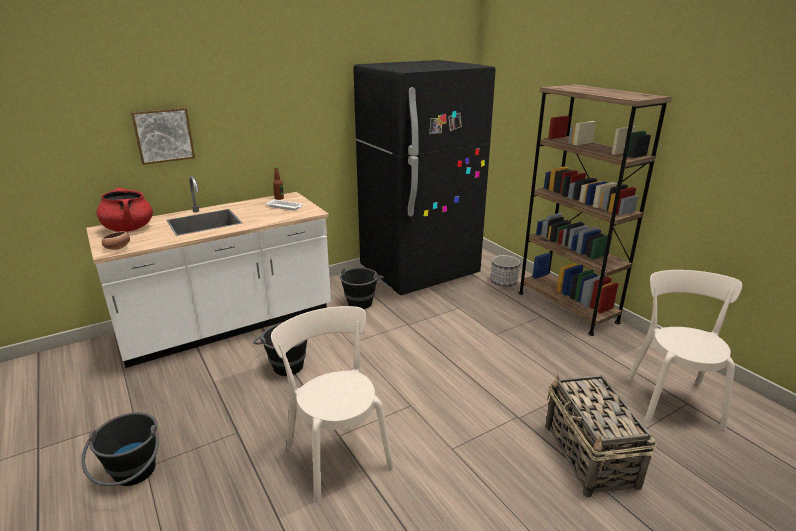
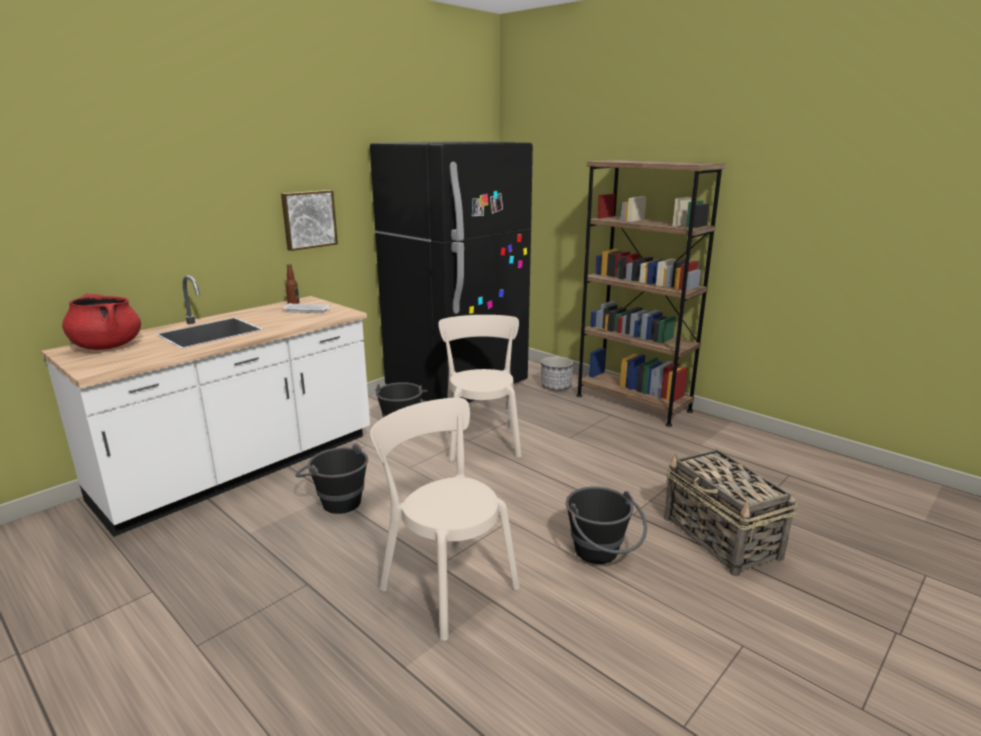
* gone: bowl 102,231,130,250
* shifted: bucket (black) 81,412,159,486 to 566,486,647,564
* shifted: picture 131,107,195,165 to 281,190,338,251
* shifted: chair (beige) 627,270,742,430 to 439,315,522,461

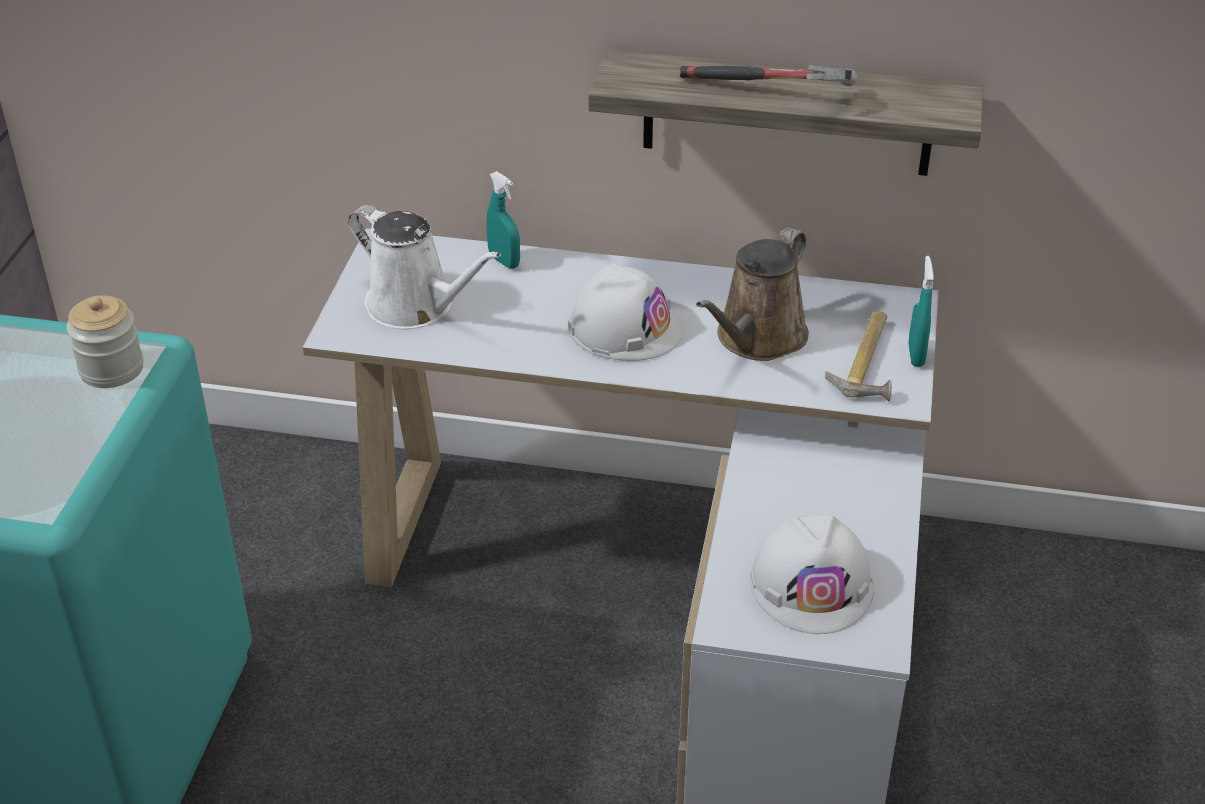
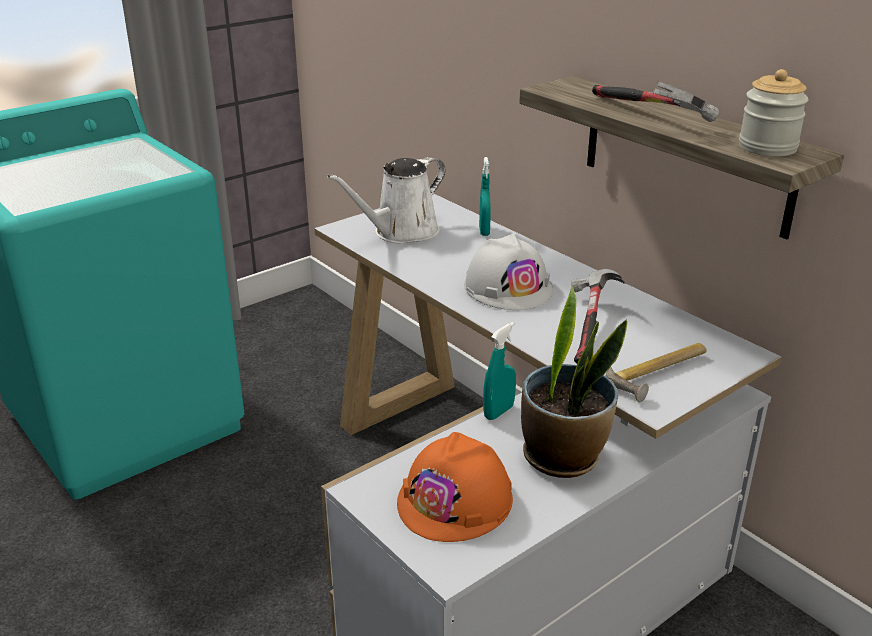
* new: potted plant 521,286,627,478
* shifted: jar 66,295,144,388 to 739,69,809,157
* shifted: spray bottle (turquoise) 908,256,934,367 to 483,322,516,420
* swapped: watering can (brown) 696,227,809,361 to hammer 571,269,625,364
* repainted: hard hat (white) 750,514,874,634 to hard hat (orange) 397,432,513,542
* rotated: watering can (white) 348,205,501,329 = 327,157,445,244 60 degrees clockwise

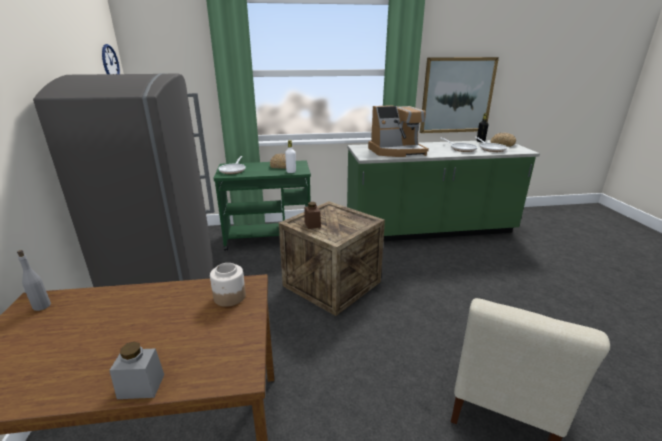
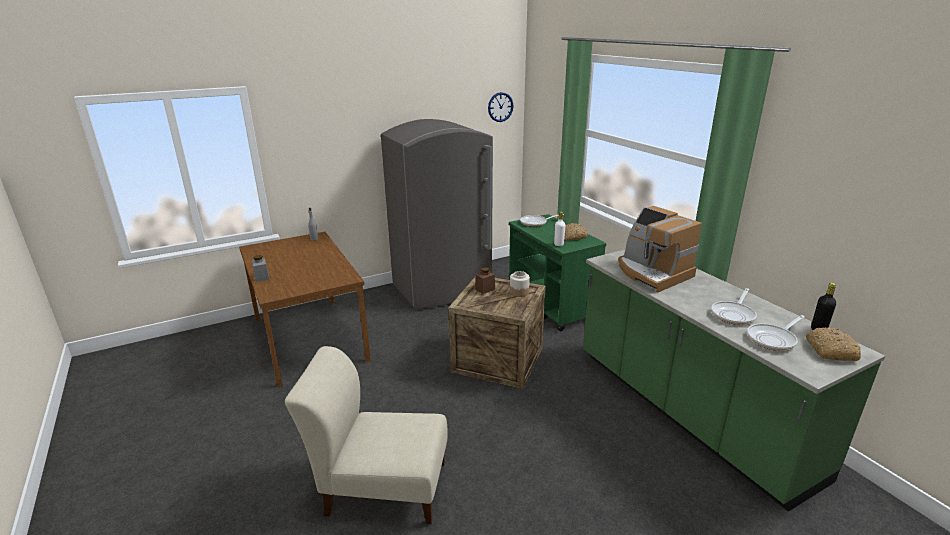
* gone: picture 420,57,499,133
* shifted: jar 210,263,246,307 to 510,271,530,297

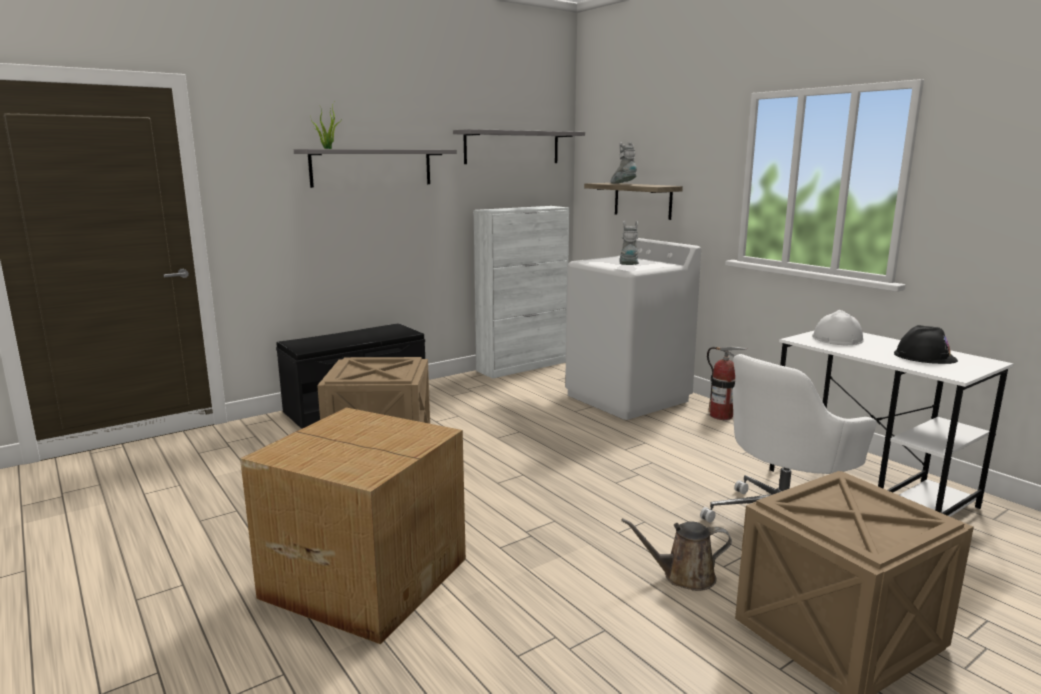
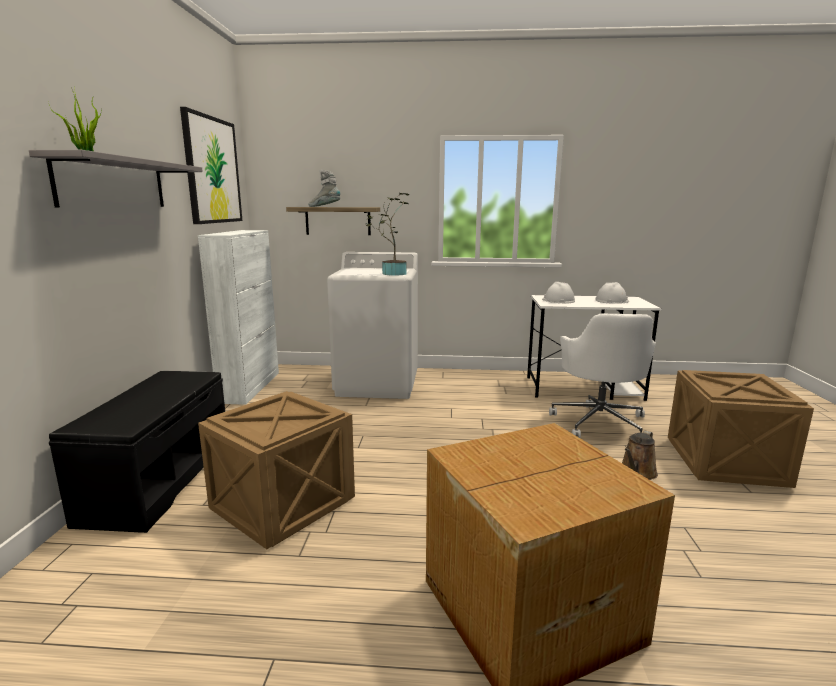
* gone: fire extinguisher 707,347,748,420
* swapped: shelf (grey) 453,129,585,164 to picture 180,107,242,224
* swapped: boot (grey) 619,221,639,265 to potted plant 366,193,409,276
* repainted: hard hat (black) 894,325,958,364 to hard hat (white) 595,282,629,304

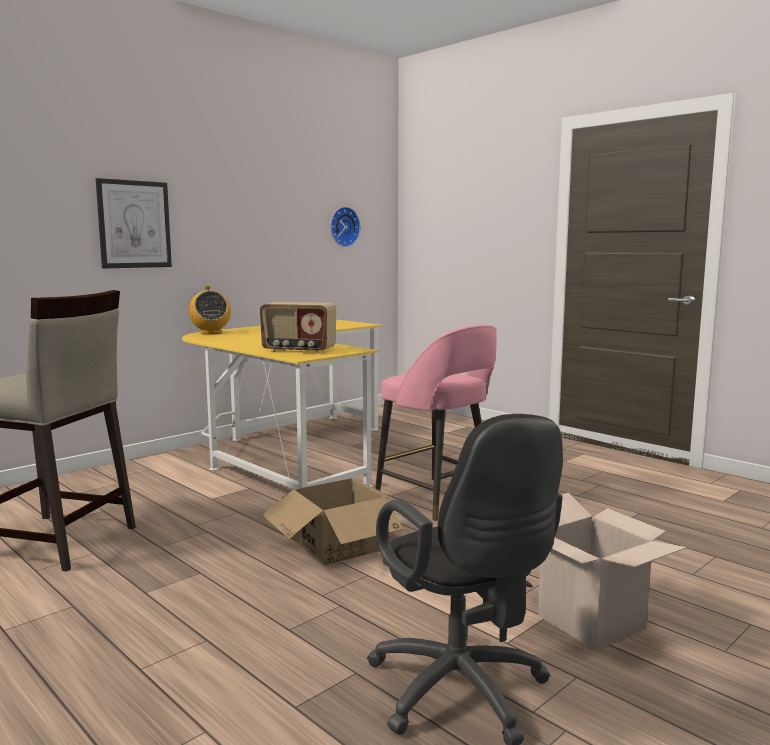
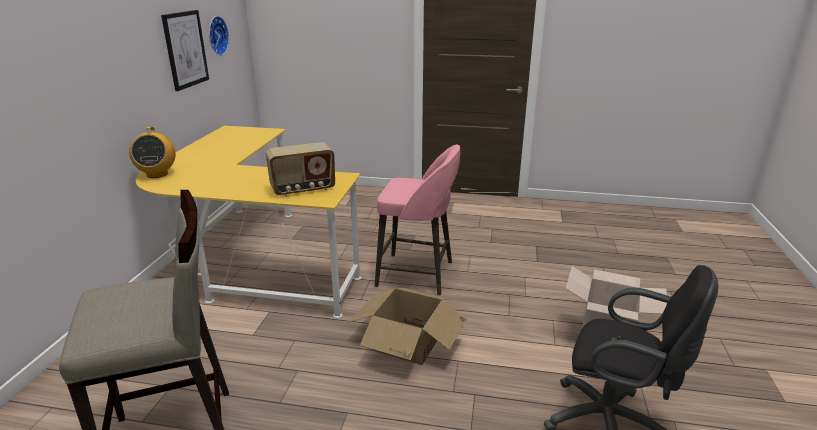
* shifted: picture 96,178,172,269 to 161,10,209,91
* rotated: radio 189,285,231,334 = 129,127,176,178 45 degrees clockwise

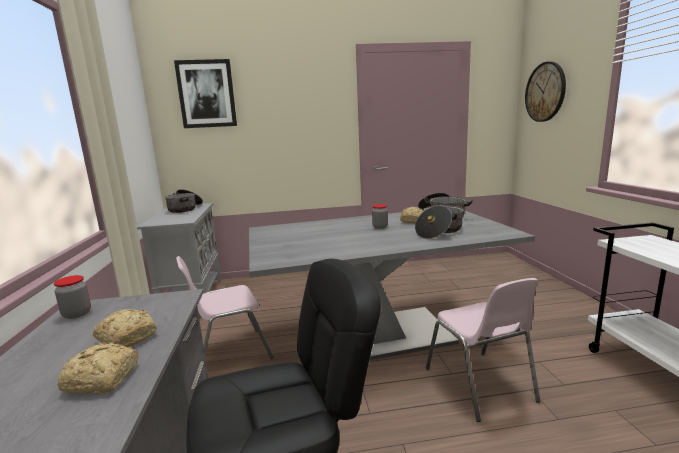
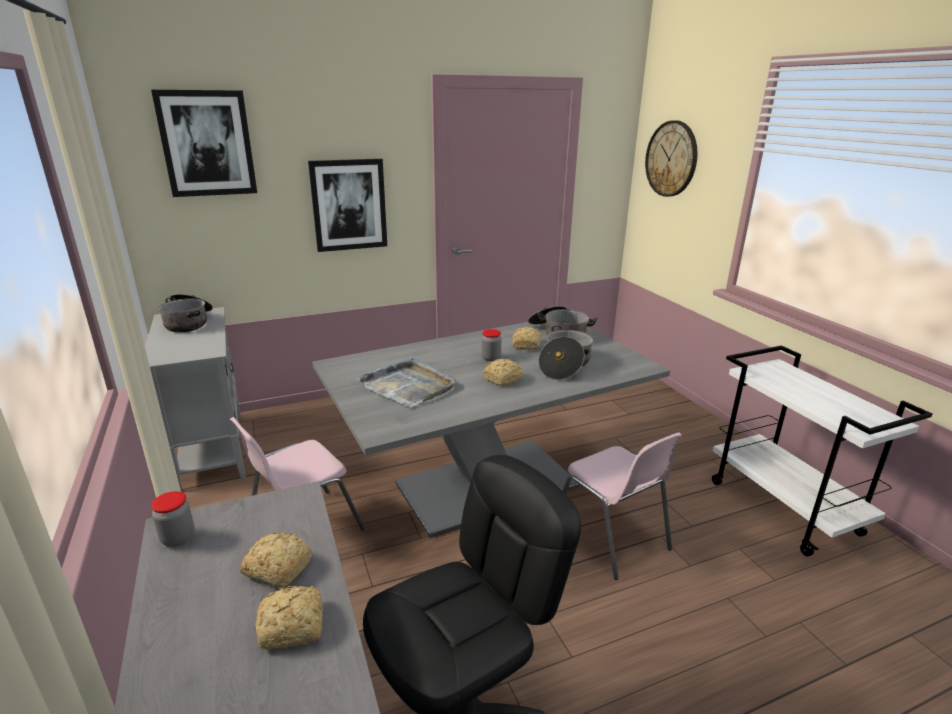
* new: picture 308,159,387,252
* new: tray (grey) 356,358,457,407
* new: bread 483,358,524,386

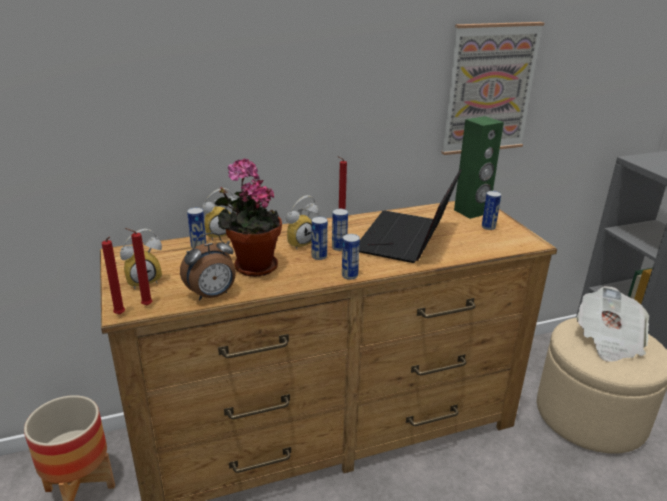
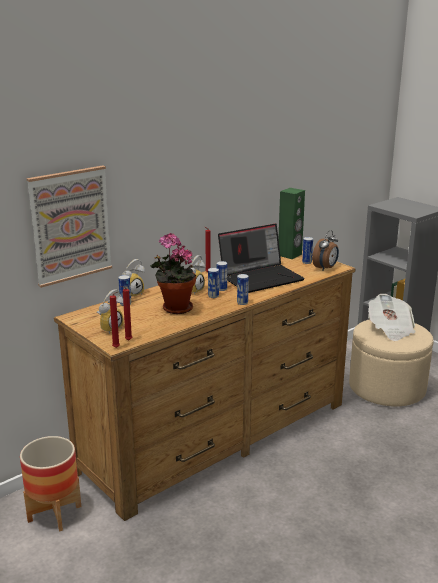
* shifted: alarm clock 180,232,236,301 to 312,230,339,271
* shifted: picture 441,22,544,155 to 26,166,112,288
* rotated: laptop 359,169,462,263 = 218,224,305,293 120 degrees counterclockwise

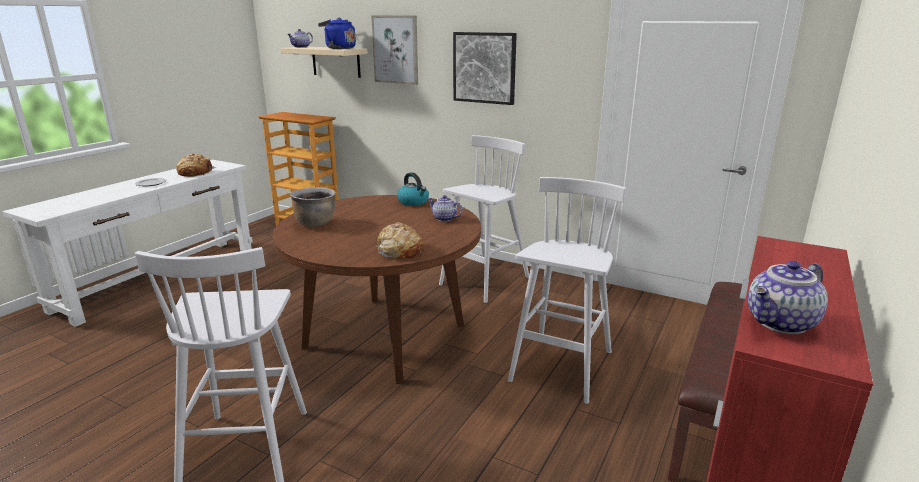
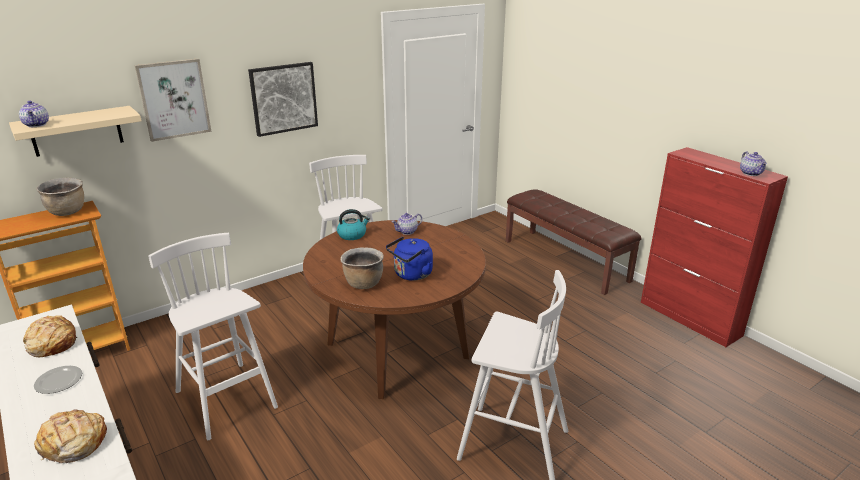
* new: cooking pot (brown) 36,178,84,216
* shifted: kettle (blue) 318,18,356,49 to 386,237,433,281
* shifted: bread 376,222,423,259 to 34,409,107,463
* shifted: stool (white) 508,177,627,404 to 148,233,278,440

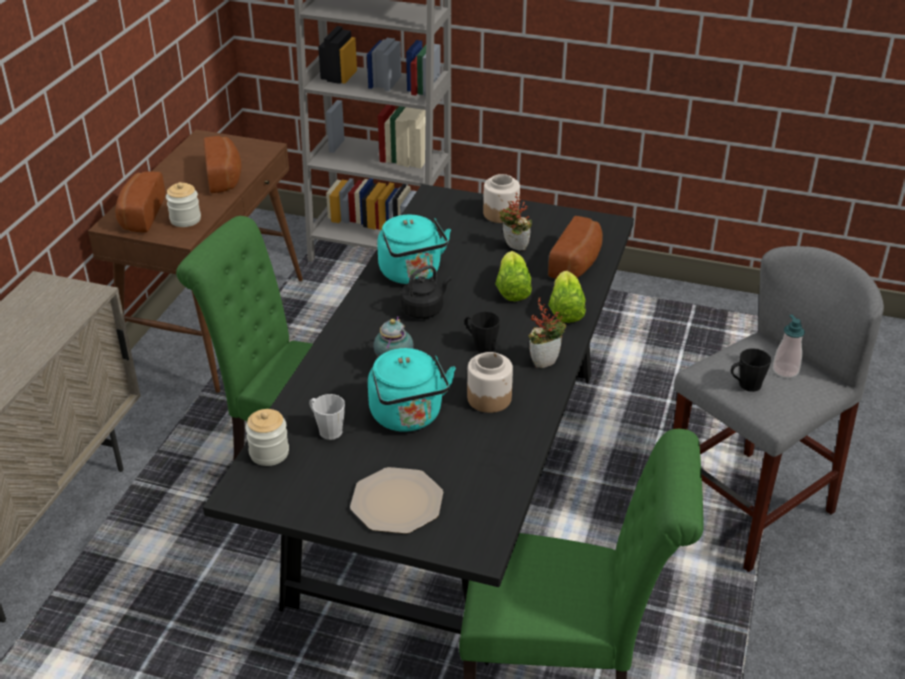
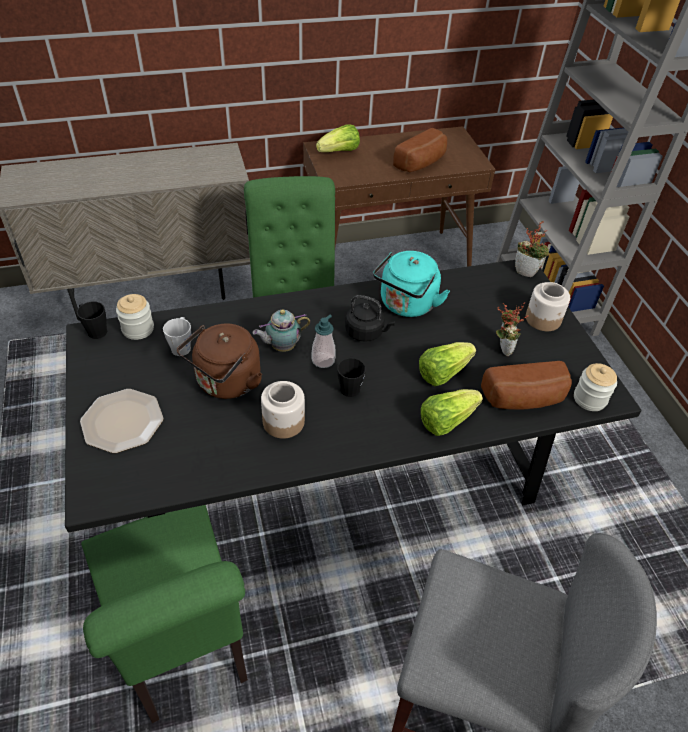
* shifted: jar 166,182,201,227 to 574,363,617,411
* shifted: potted plant 528,298,566,368 to 515,221,550,277
* shifted: mug (black) 731,348,771,392 to 77,302,107,339
* shifted: soap dispenser 773,315,805,378 to 311,315,336,368
* swapped: bread 115,171,165,232 to lettuce 316,124,360,152
* repainted: kettle (turquoise) 368,348,456,432 to kettle (brown) 177,323,262,399

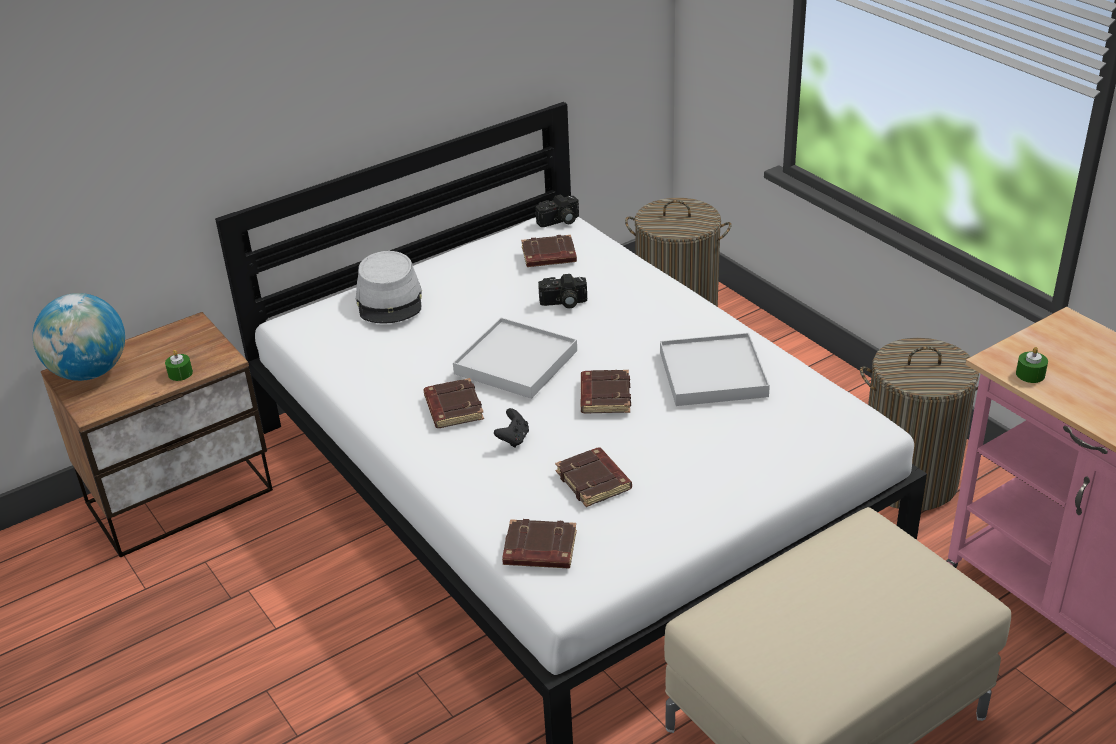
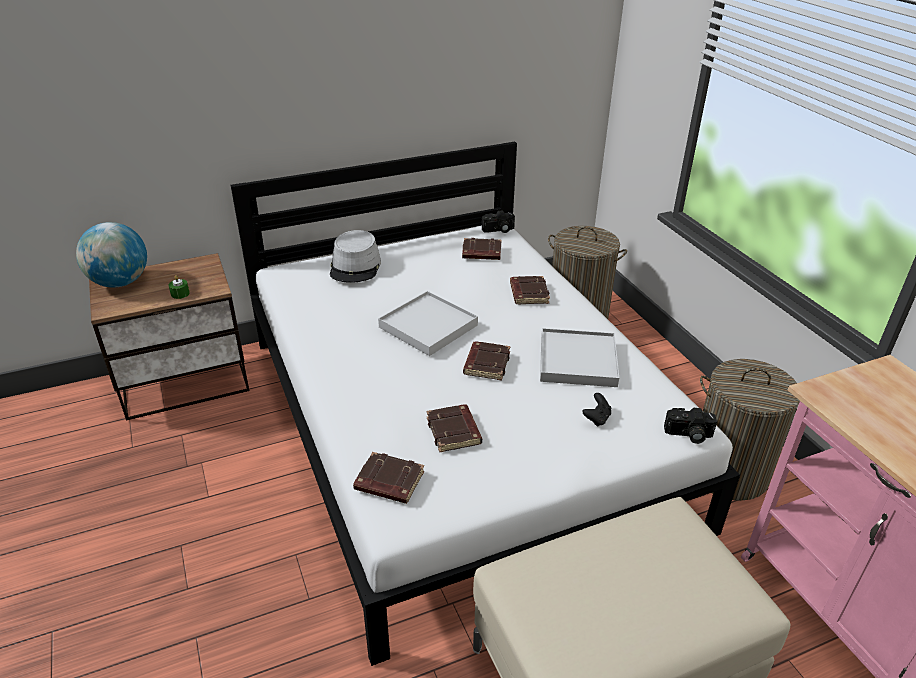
* gone: candle (green) 1016,347,1048,383
* shifted: book (brown) 423,378,484,428 to 510,276,550,304
* shifted: game controller (black) 494,408,529,448 to 582,393,612,427
* shifted: photo camera 538,274,587,308 to 664,408,717,444

